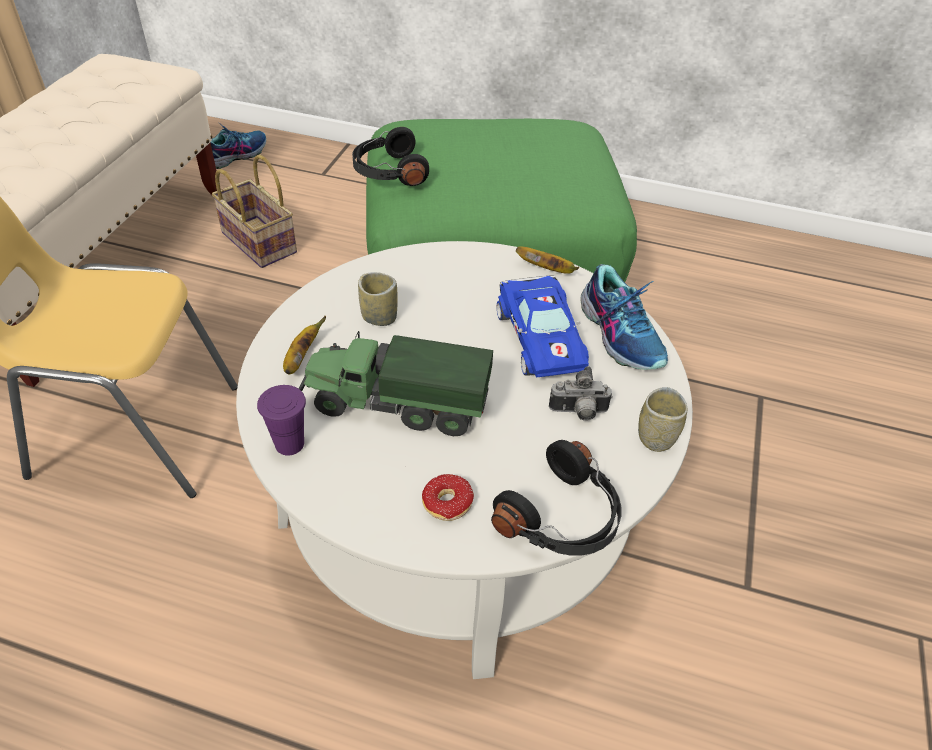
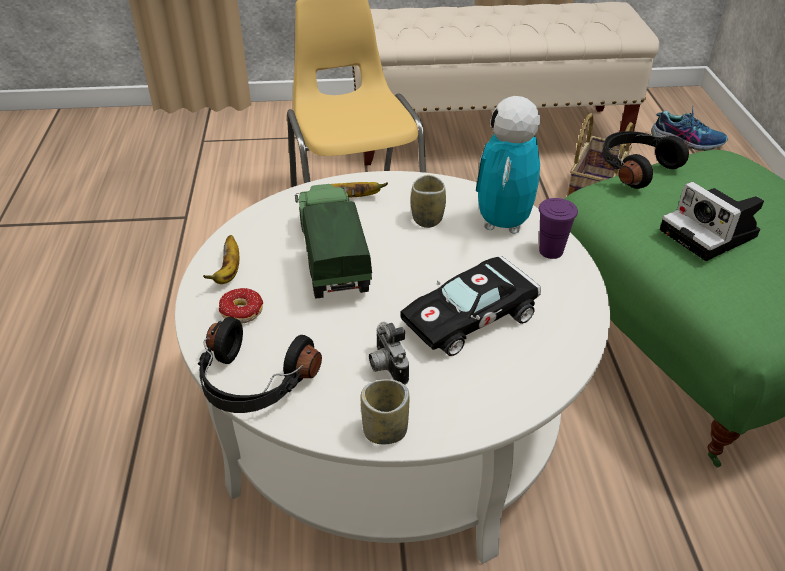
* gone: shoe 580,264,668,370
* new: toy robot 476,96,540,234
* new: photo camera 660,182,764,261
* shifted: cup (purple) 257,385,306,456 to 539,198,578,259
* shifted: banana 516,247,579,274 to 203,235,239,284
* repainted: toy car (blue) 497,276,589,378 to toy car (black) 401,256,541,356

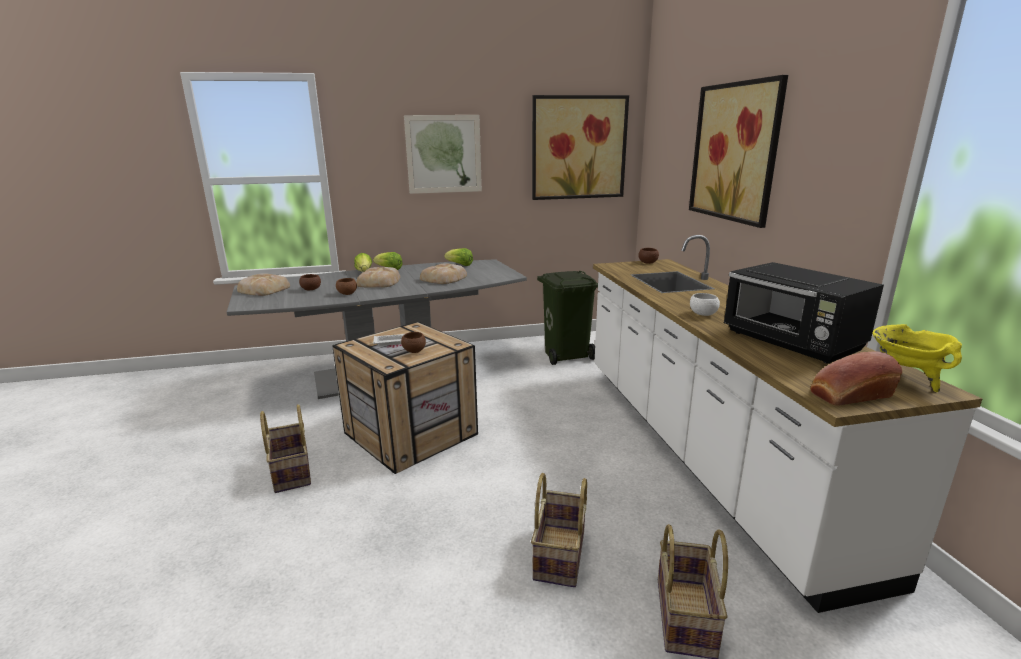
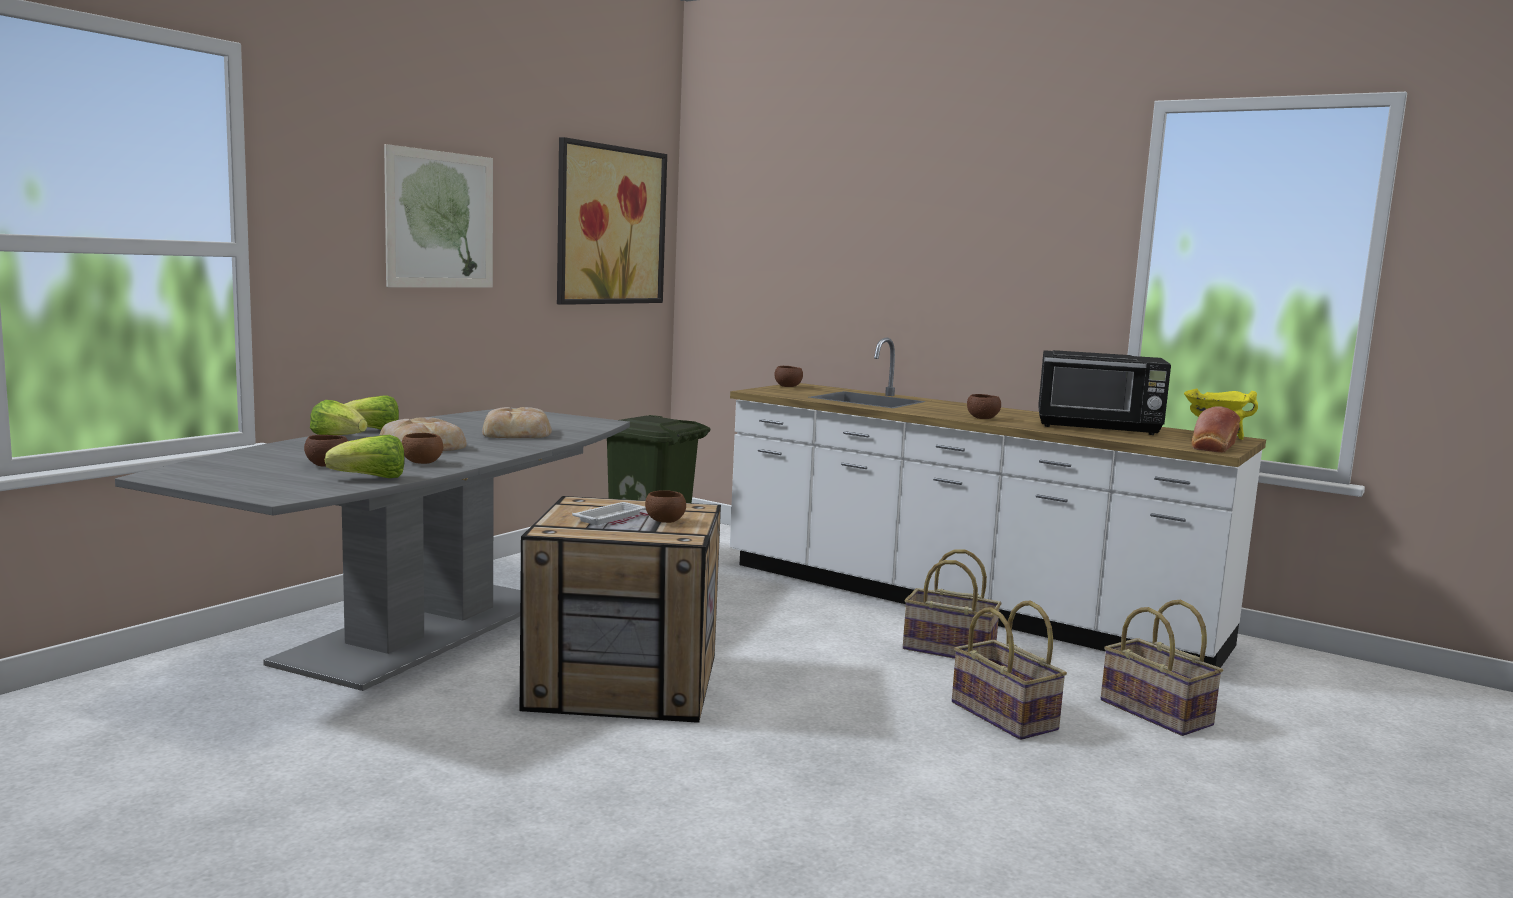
* gone: bread 237,273,290,296
* gone: picture 689,75,788,228
* shifted: basket 260,404,311,493 to 903,549,1002,659
* shifted: lettuce 444,248,473,266 to 325,435,404,478
* repainted: bowl (white) 690,293,720,316 to bowl (brown) 967,394,1001,419

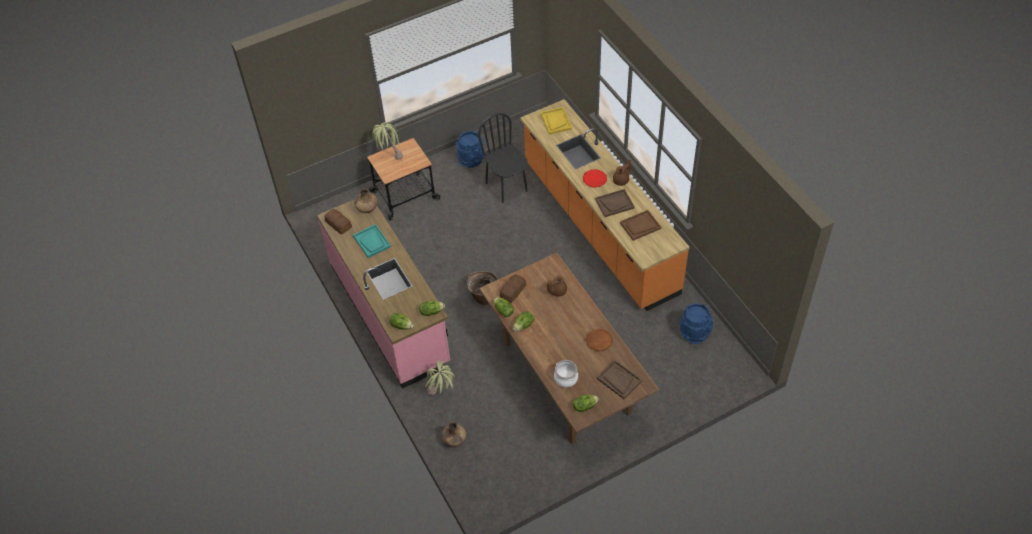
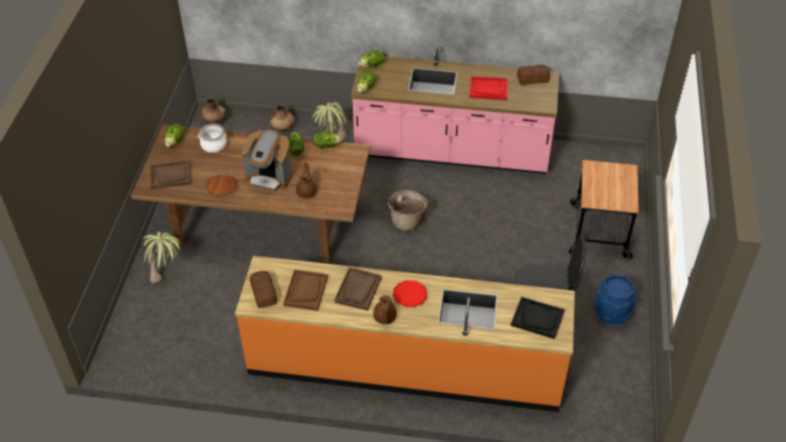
* gone: bucket (blue) 679,303,714,344
* new: coffee machine 242,130,292,192
* shifted: vase (brown) 354,188,378,213 to 201,97,226,124
* shifted: potted plant 372,122,403,160 to 142,232,182,283
* shifted: bread 500,275,527,303 to 250,271,277,308
* repainted: tray (turquoise) 353,224,391,258 to tray (red) 470,76,508,100
* repainted: tray (yellow) 541,107,572,135 to tray (black) 511,297,565,339

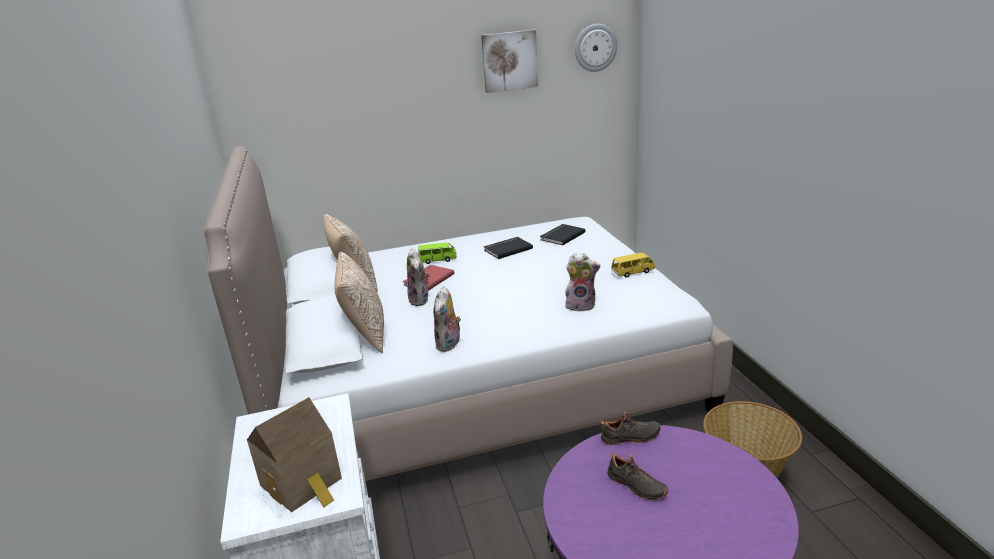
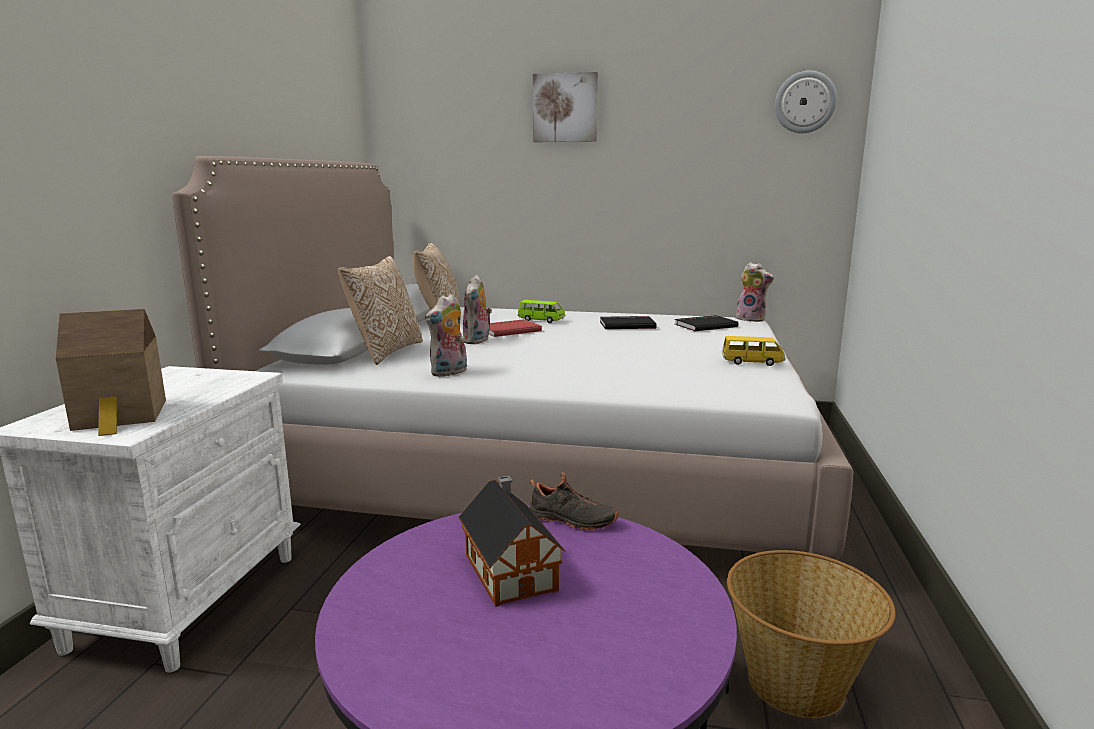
* shifted: picture 481,30,538,93 to 533,72,598,142
* shifted: plush toy 565,253,600,312 to 734,262,774,322
* swapped: shoe (black) 607,452,669,500 to toy house 459,476,565,607

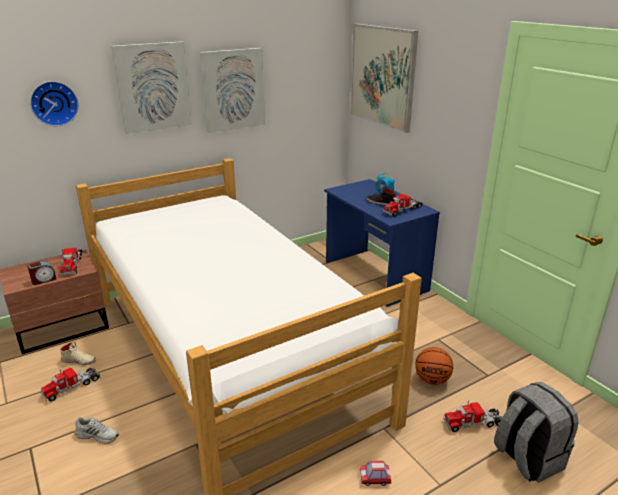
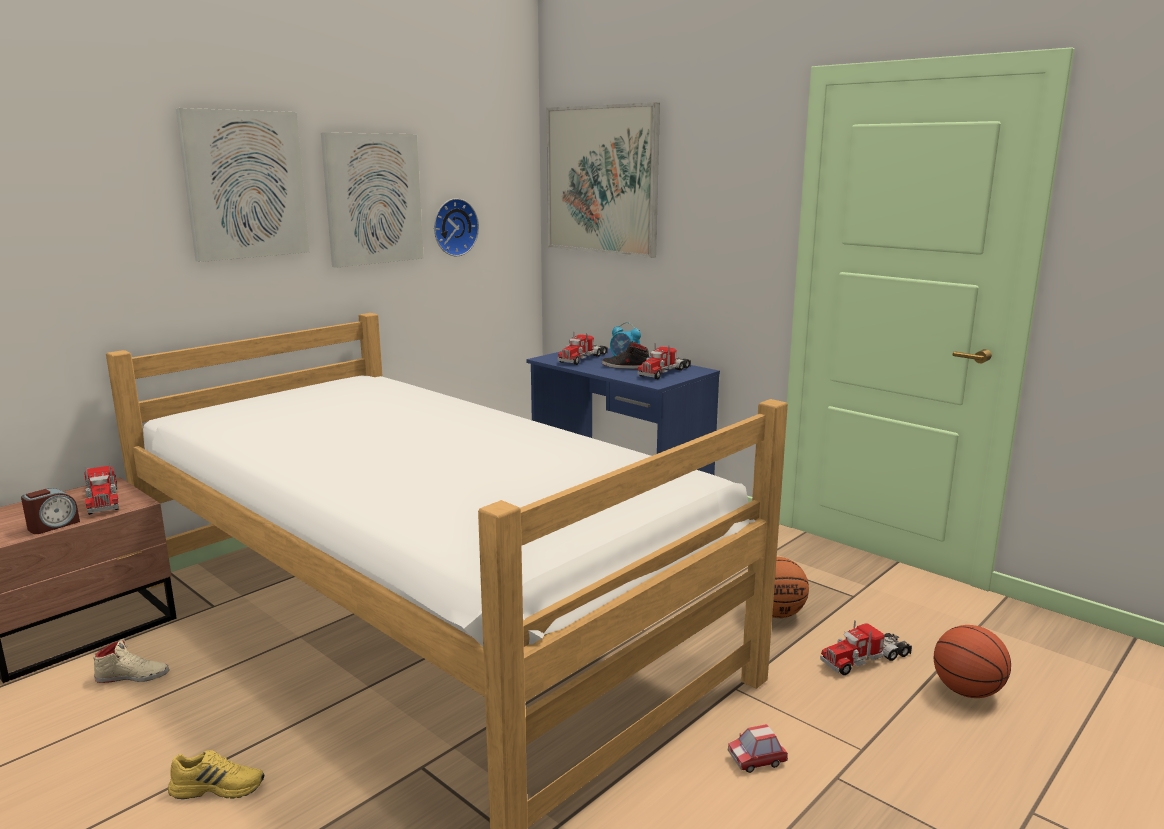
* shifted: wall clock 30,81,79,126 to 434,198,479,256
* shifted: toy truck 41,367,100,402 to 558,331,608,365
* swapped: backpack (grey) 494,382,579,483 to basketball 934,625,1011,698
* repainted: shoe (white) 75,417,119,444 to shoe (yellow) 168,750,264,799

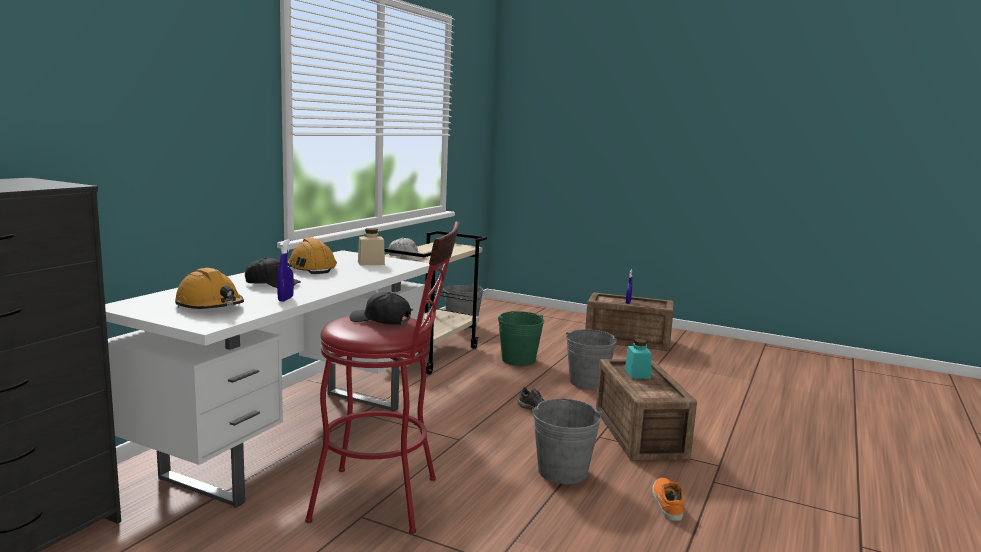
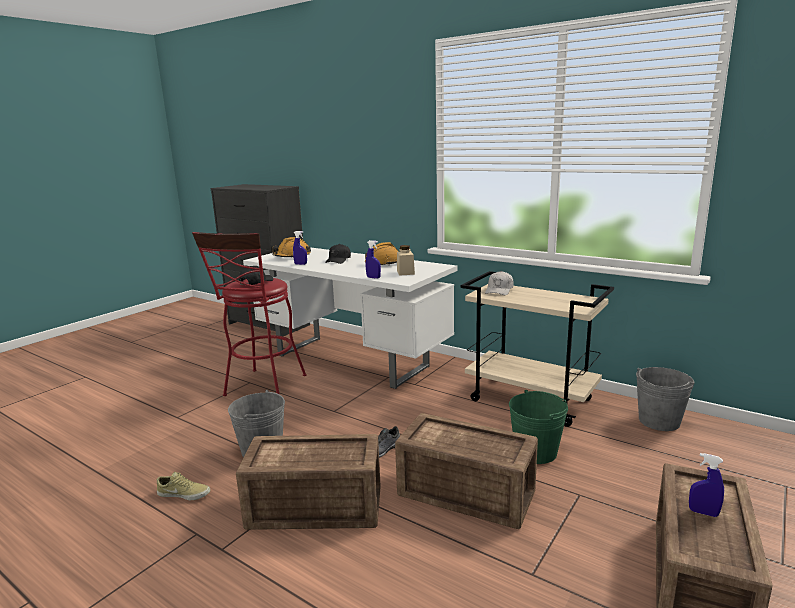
* gone: jar (turquoise) 625,339,652,379
* new: spray bottle (blue) 366,240,381,279
* swapped: bucket (grey) 566,329,617,389 to crate 395,413,538,529
* repainted: shoe (orange) 652,478,684,521 to shoe (beige) 157,472,211,500

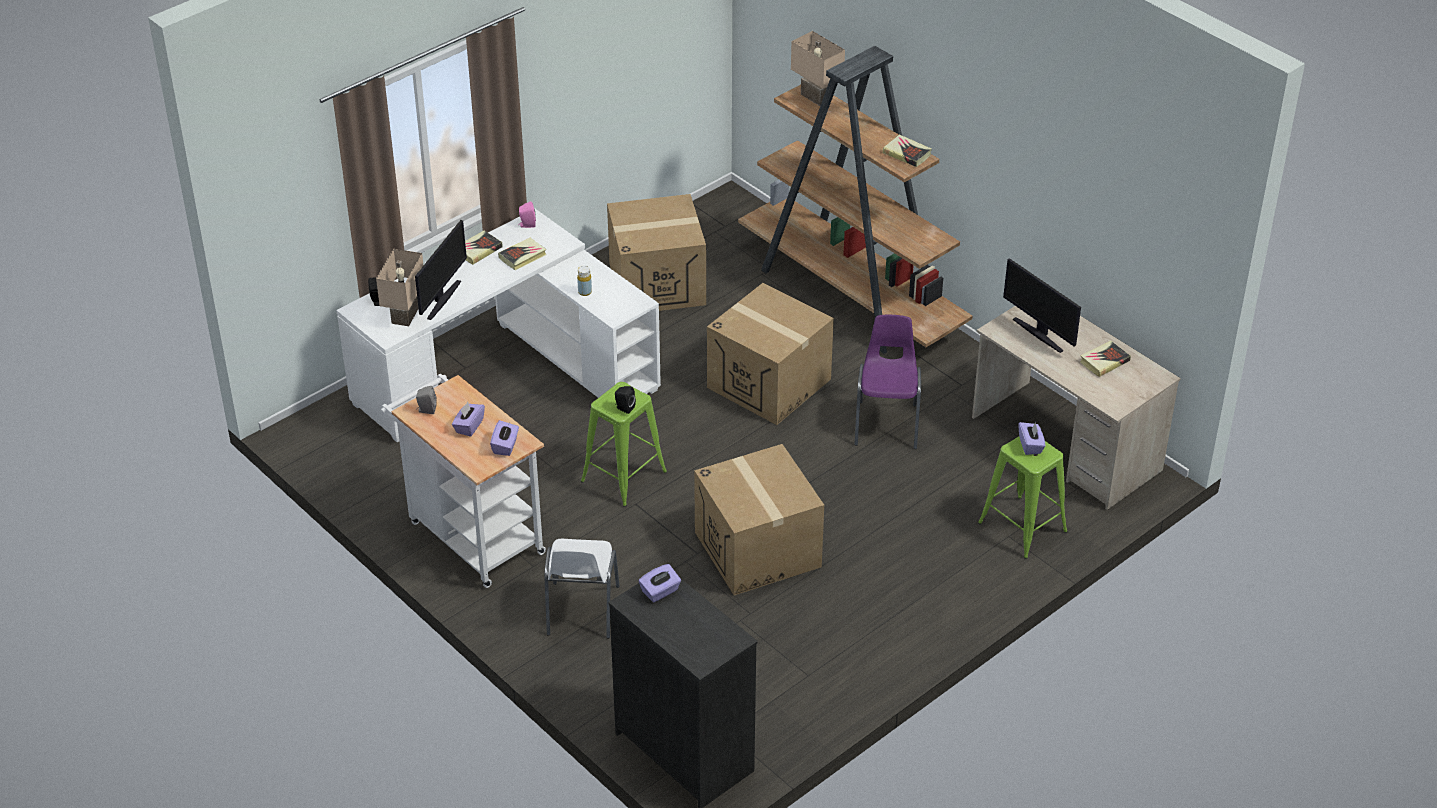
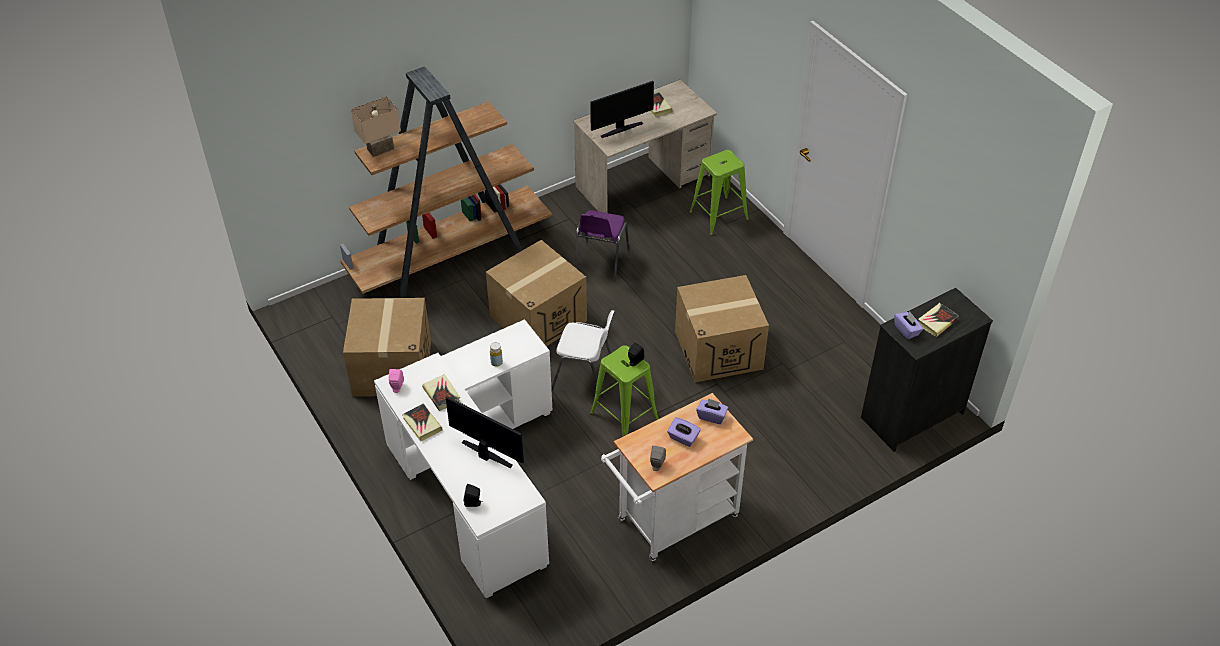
* gone: table lamp (beige) 376,249,424,326
* gone: tissue box (purple) 1019,422,1045,455
* shifted: chair (white) 544,539,620,639 to 551,310,614,398
* shifted: book 883,134,932,167 to 918,303,959,337
* rotated: chair (purple) 855,315,921,449 = 575,210,629,282 90 degrees counterclockwise

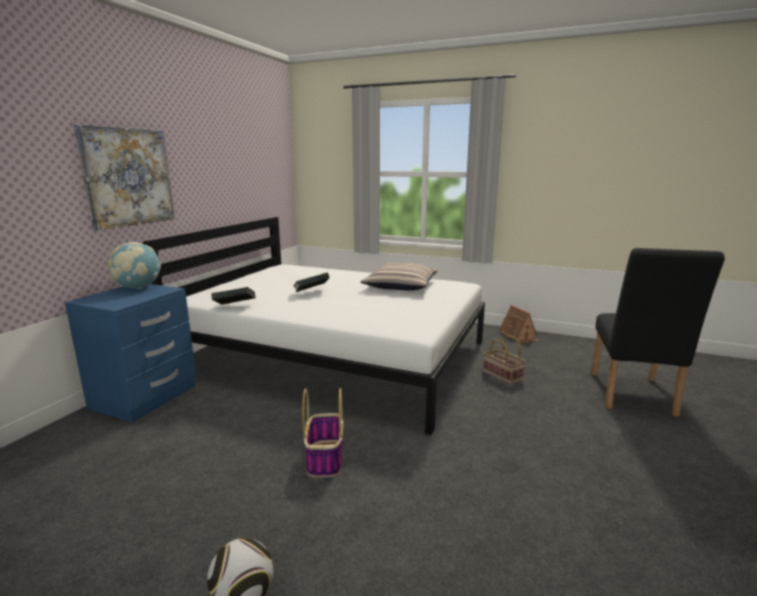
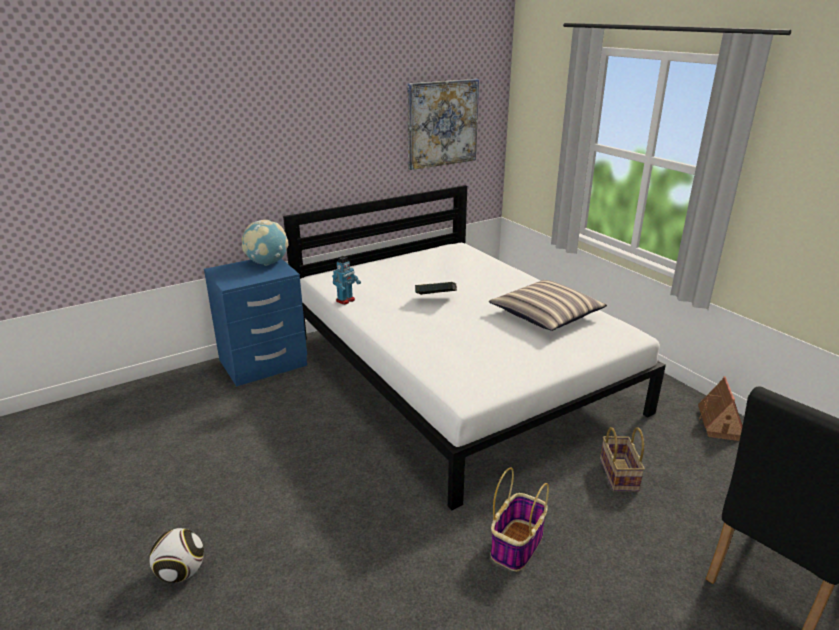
* shifted: picture 74,124,175,230 to 408,79,479,170
* shifted: basket 302,388,344,477 to 491,468,549,571
* swapped: book 211,287,256,305 to toy robot 332,256,361,305

